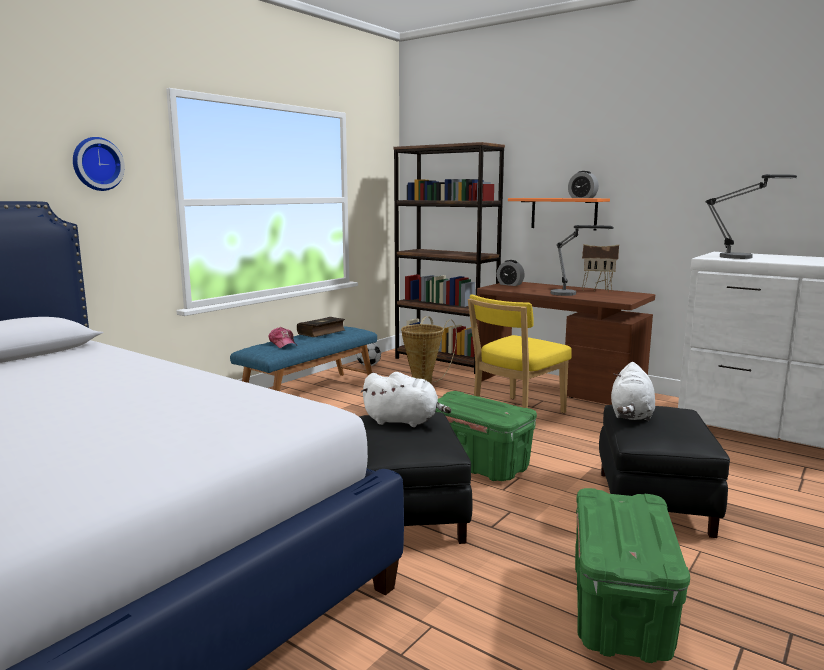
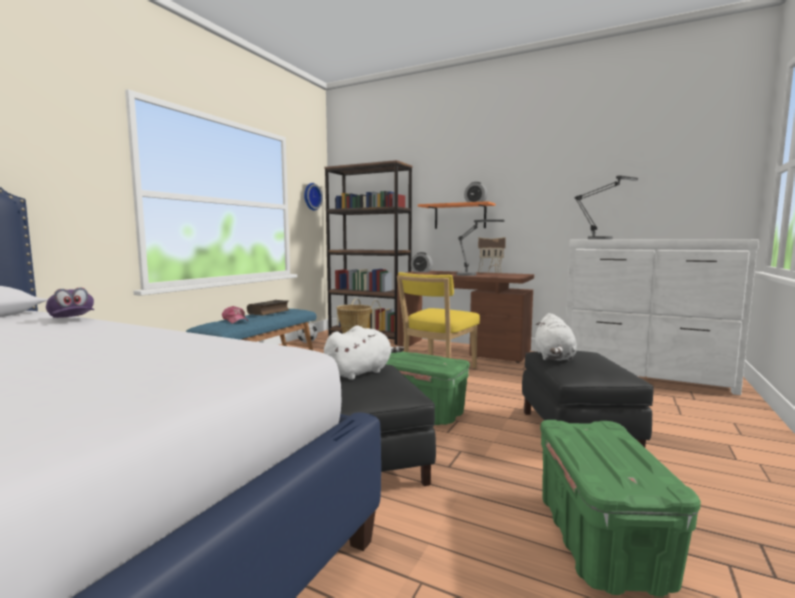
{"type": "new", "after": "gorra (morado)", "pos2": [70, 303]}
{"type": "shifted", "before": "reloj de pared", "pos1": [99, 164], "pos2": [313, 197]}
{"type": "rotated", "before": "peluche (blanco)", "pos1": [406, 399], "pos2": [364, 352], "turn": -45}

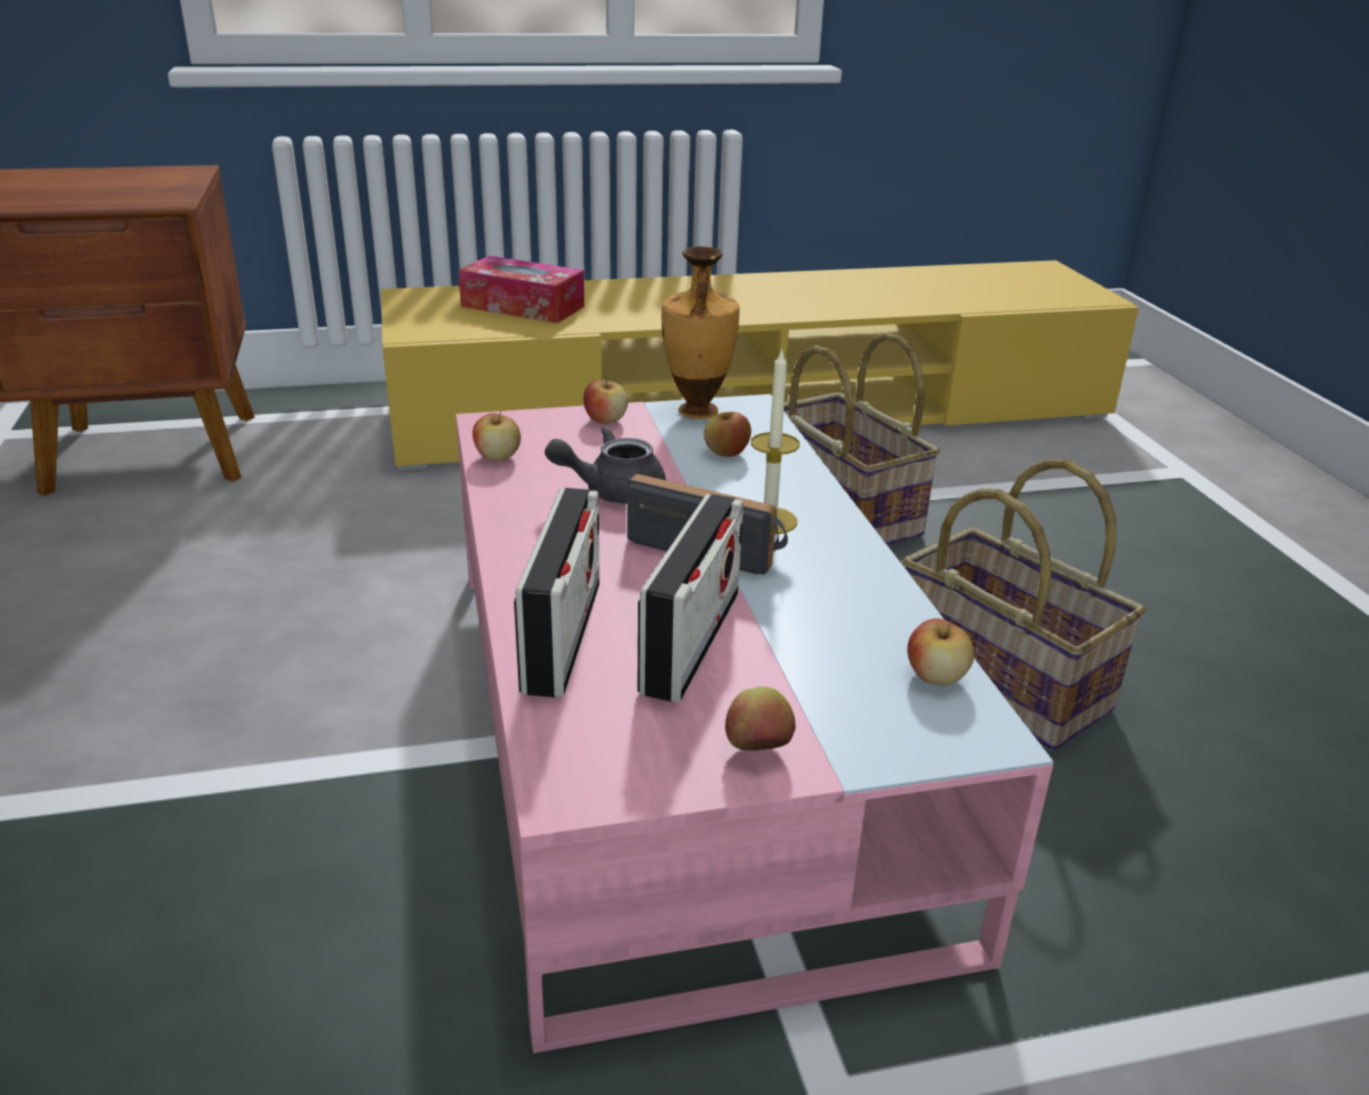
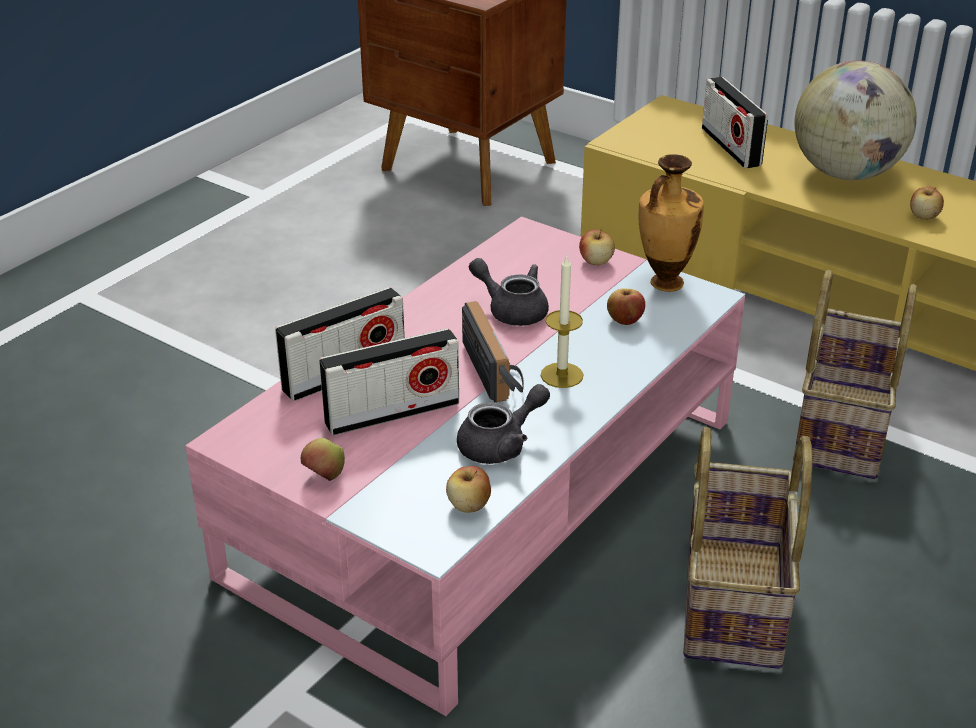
{"type": "new", "after": "tetera (gris)", "pos2": [503, 424]}
{"type": "swapped", "before": "caja de pañuelos", "after": "radio", "pos1": [521, 289], "pos2": [735, 122]}
{"type": "new", "after": "globo terráqueo", "pos2": [855, 120]}
{"type": "shifted", "before": "manzana", "pos1": [497, 436], "pos2": [927, 203]}

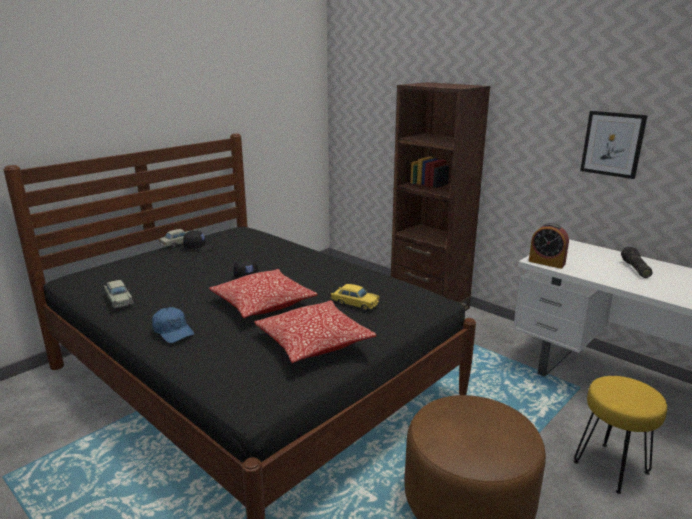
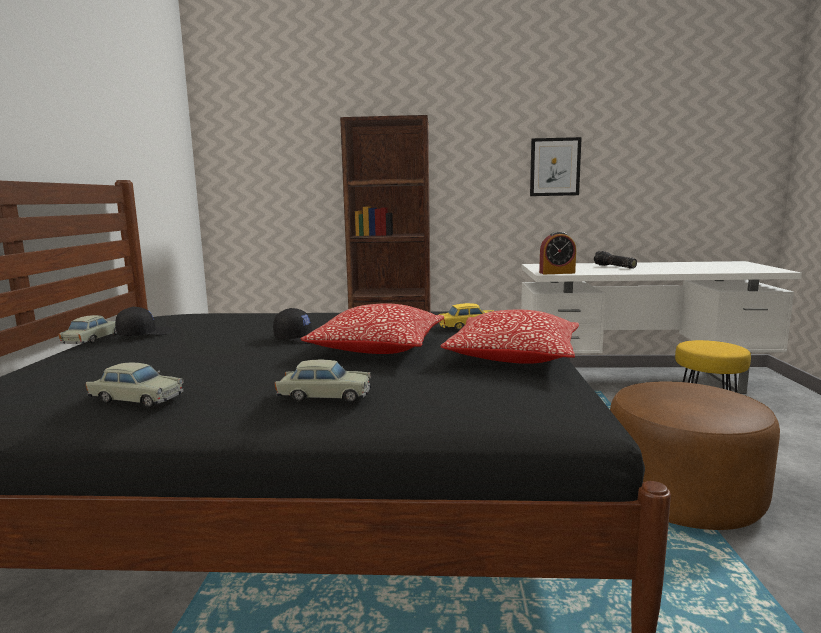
{"type": "swapped", "before": "gorra (azul)", "after": "coche de juguete (beis)", "pos1": [173, 325], "pos2": [323, 381]}

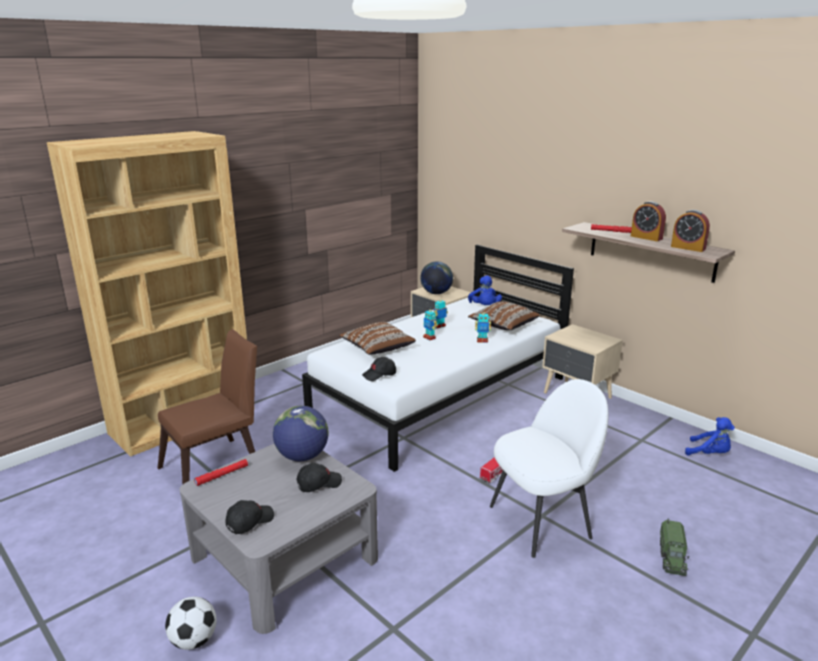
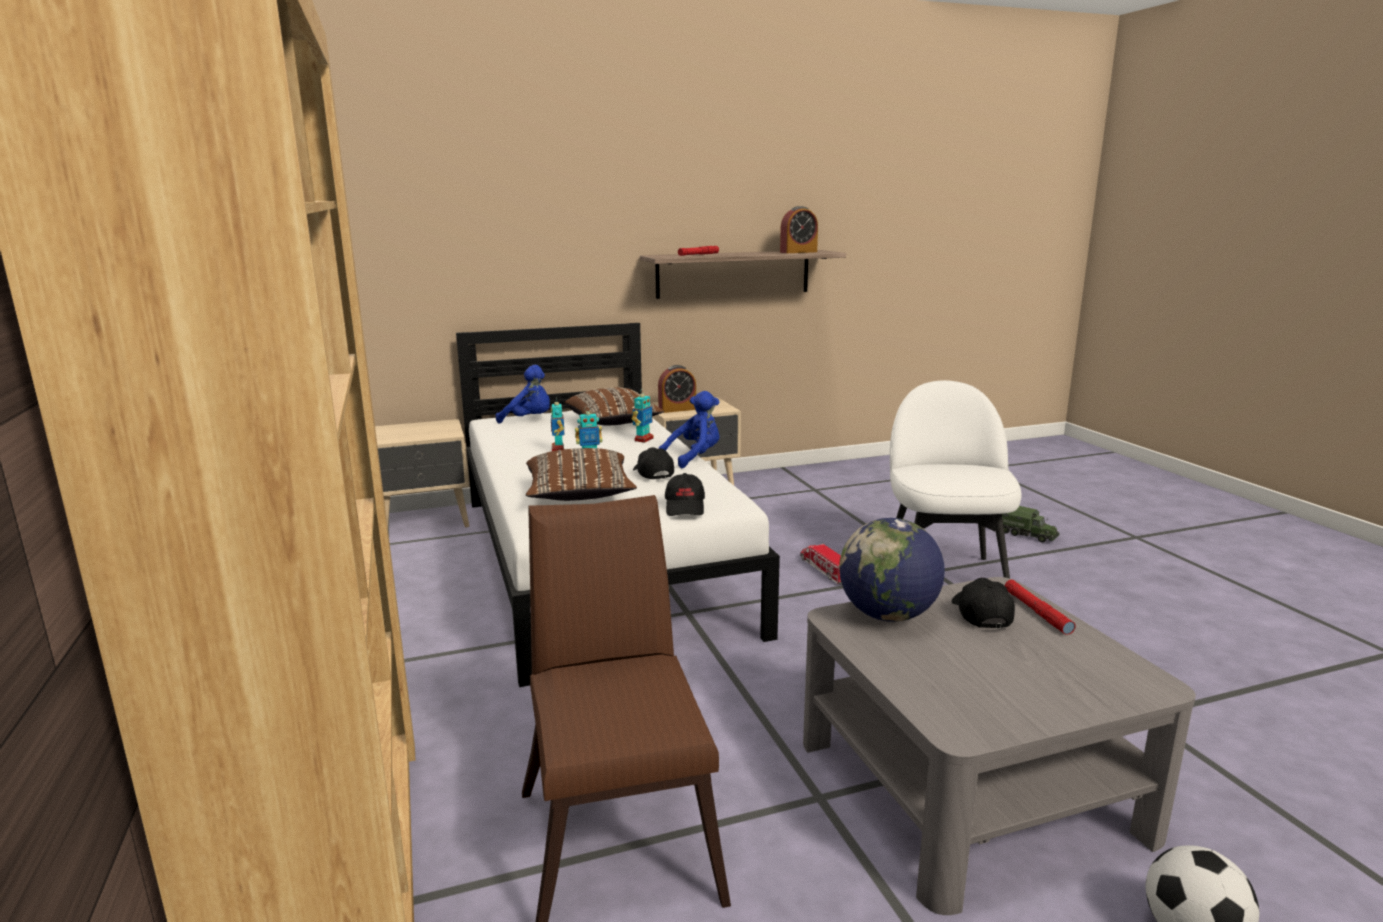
{"type": "shifted", "before": "gorra (negro)", "pos1": [249, 517], "pos2": [653, 463]}
{"type": "shifted", "before": "despertador", "pos1": [648, 221], "pos2": [677, 389]}
{"type": "shifted", "before": "peluche (azul)", "pos1": [710, 436], "pos2": [688, 429]}
{"type": "shifted", "before": "linterna (rojo)", "pos1": [221, 472], "pos2": [1040, 607]}
{"type": "gone", "before": "globo terráqueo", "pos1": [436, 278]}

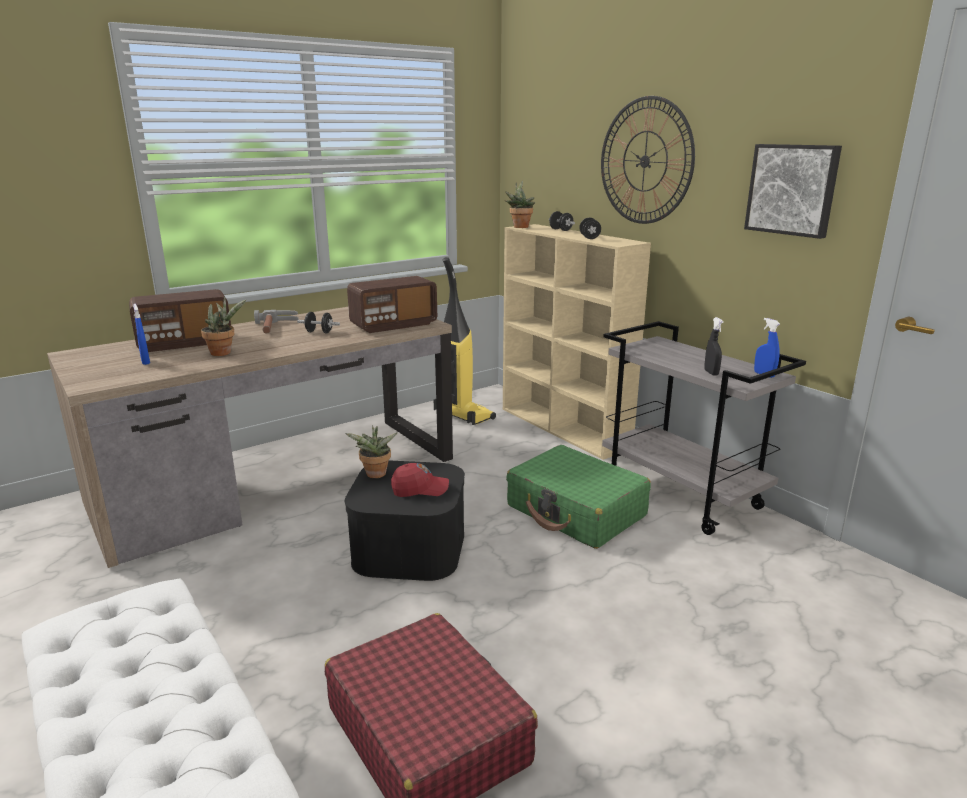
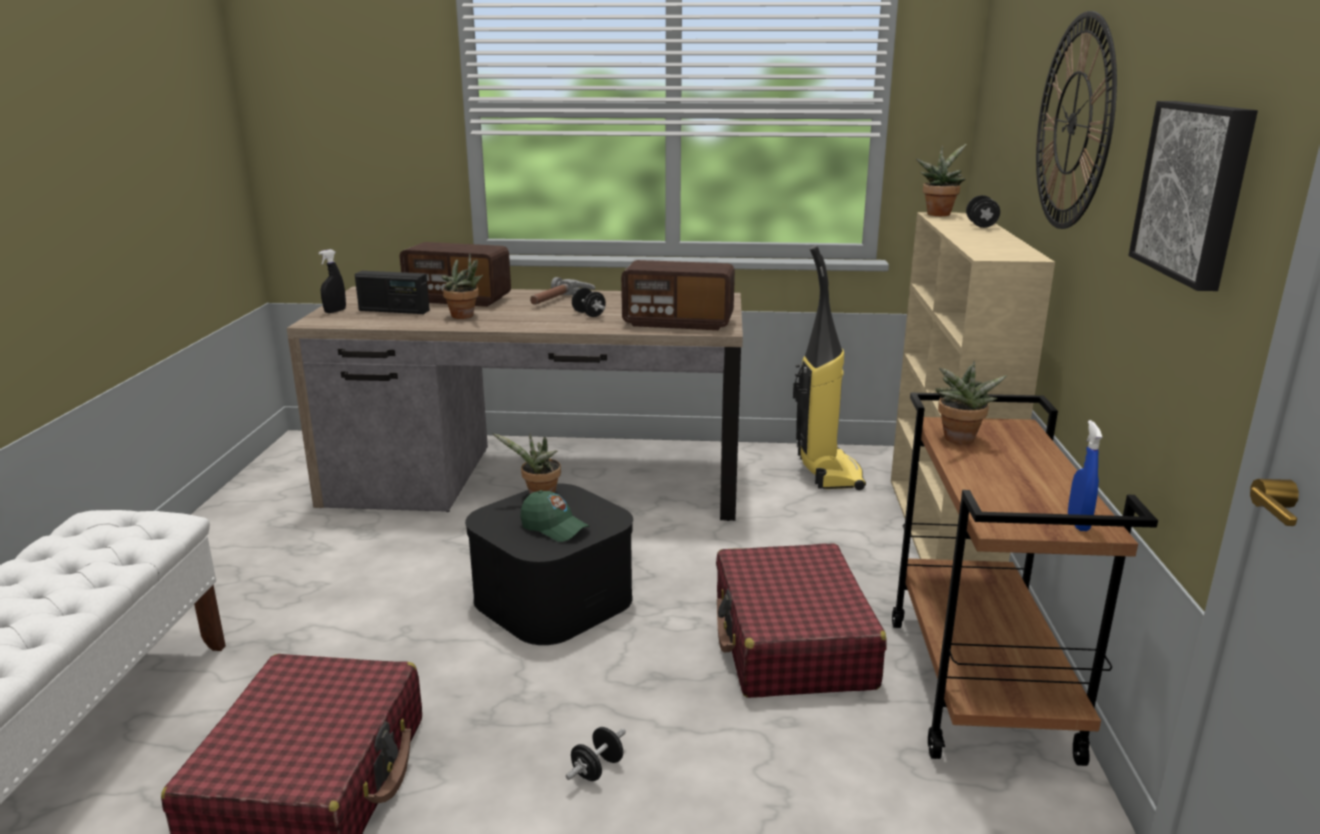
{"type": "shifted", "before": "pulverizador (negro)", "pos1": [714, 346], "pos2": [332, 281]}
{"type": "swapped", "before": "pulverizador (azul)", "after": "radio", "pos1": [141, 334], "pos2": [392, 292]}
{"type": "repainted", "before": "gorra (rojo)", "after": "gorra (verde)", "pos1": [420, 480], "pos2": [555, 516]}
{"type": "shifted", "before": "mancuerna (negro)", "pos1": [590, 228], "pos2": [596, 754]}
{"type": "repainted", "before": "maleta (verde)", "after": "maleta (rojo)", "pos1": [578, 497], "pos2": [801, 620]}
{"type": "repainted", "before": "carrito (gris)", "after": "carrito (marrón)", "pos1": [704, 428], "pos2": [1025, 579]}
{"type": "new", "after": "planta en maceta", "pos2": [971, 402]}

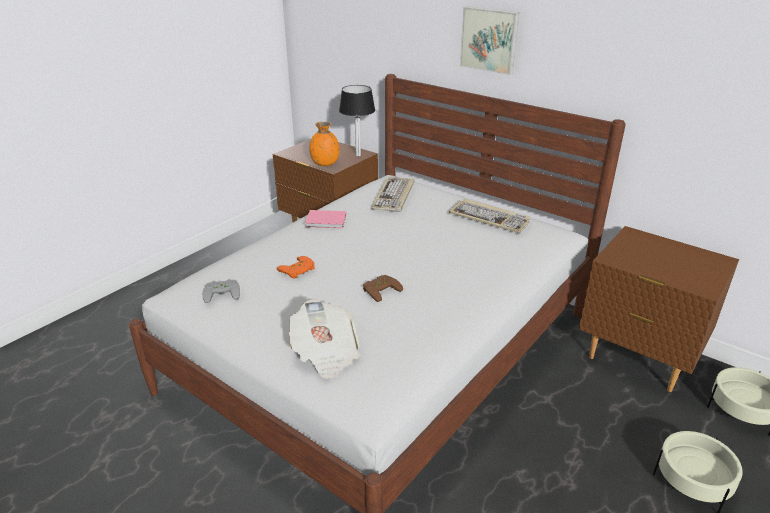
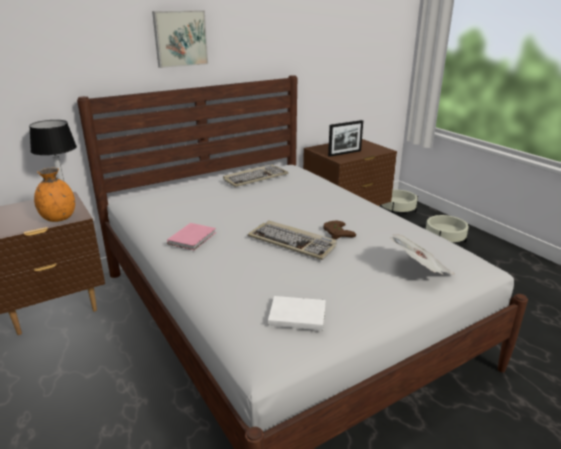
{"type": "shifted", "before": "teclado", "pos1": [393, 194], "pos2": [292, 240]}
{"type": "swapped", "before": "mando de consola (gris)", "after": "libro (blanco)", "pos1": [221, 291], "pos2": [297, 313]}
{"type": "new", "after": "portarretratos", "pos2": [345, 138]}
{"type": "gone", "before": "mando de consola (naranja)", "pos1": [296, 267]}

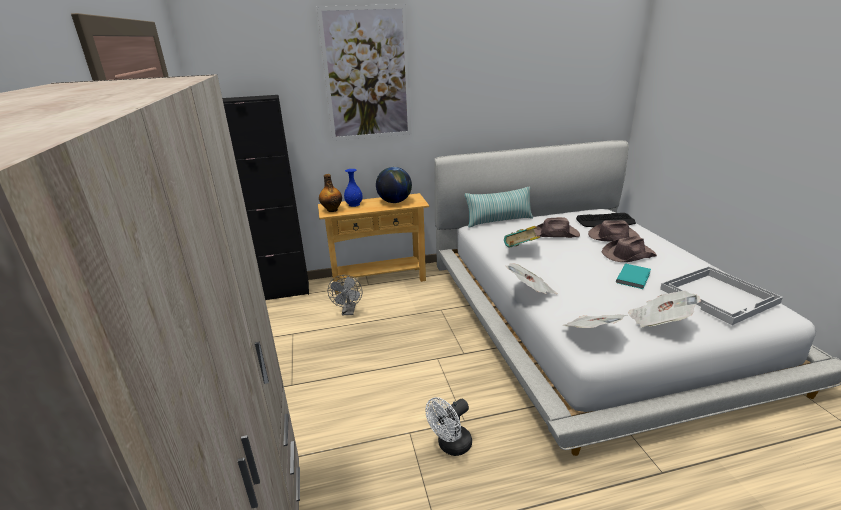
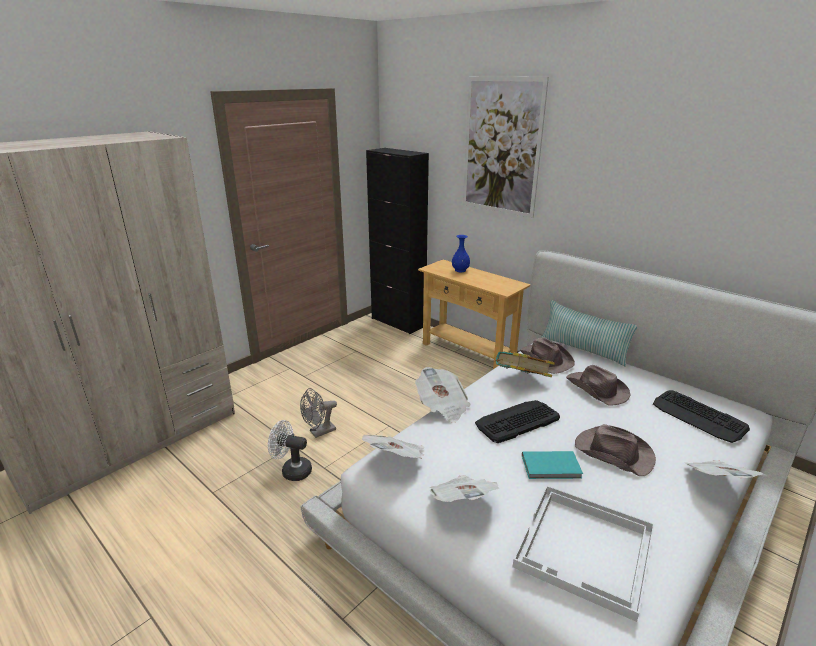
{"type": "shifted", "before": "ventilador (gris)", "pos1": [345, 295], "pos2": [318, 413]}
{"type": "new", "after": "teclado", "pos2": [517, 421]}
{"type": "shifted", "before": "sombrero (marrón)", "pos1": [614, 231], "pos2": [547, 355]}
{"type": "new", "after": "periódico", "pos2": [726, 469]}
{"type": "gone", "before": "botella", "pos1": [330, 193]}
{"type": "gone", "before": "globo terráqueo", "pos1": [394, 185]}

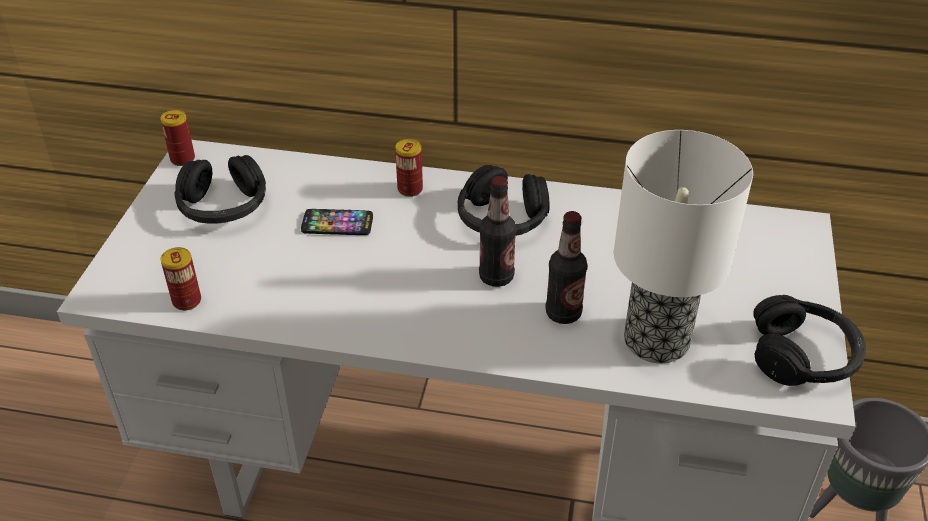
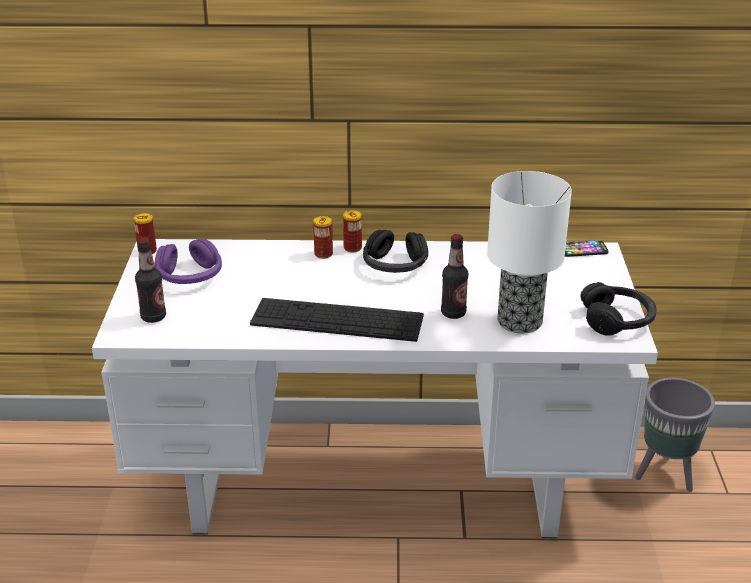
{"type": "shifted", "before": "botella", "pos1": [497, 231], "pos2": [150, 280]}
{"type": "repainted", "before": "auriculares (negro)", "after": "auriculares (morado)", "pos1": [220, 189], "pos2": [188, 261]}
{"type": "new", "after": "teclado", "pos2": [337, 320]}
{"type": "shifted", "before": "lata", "pos1": [181, 279], "pos2": [352, 231]}
{"type": "shifted", "before": "móvil", "pos1": [337, 222], "pos2": [587, 248]}

